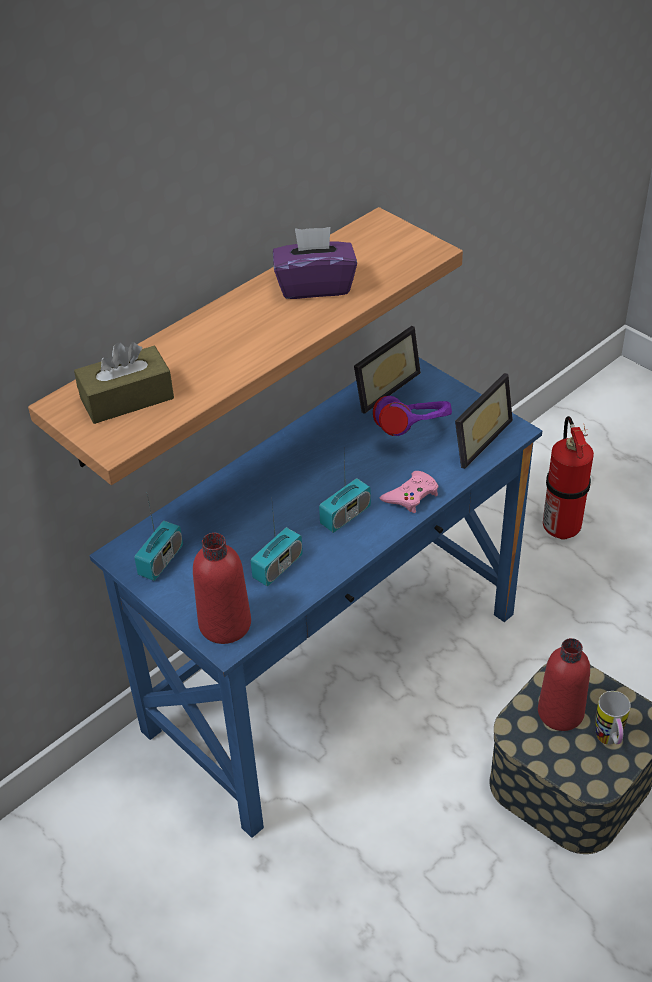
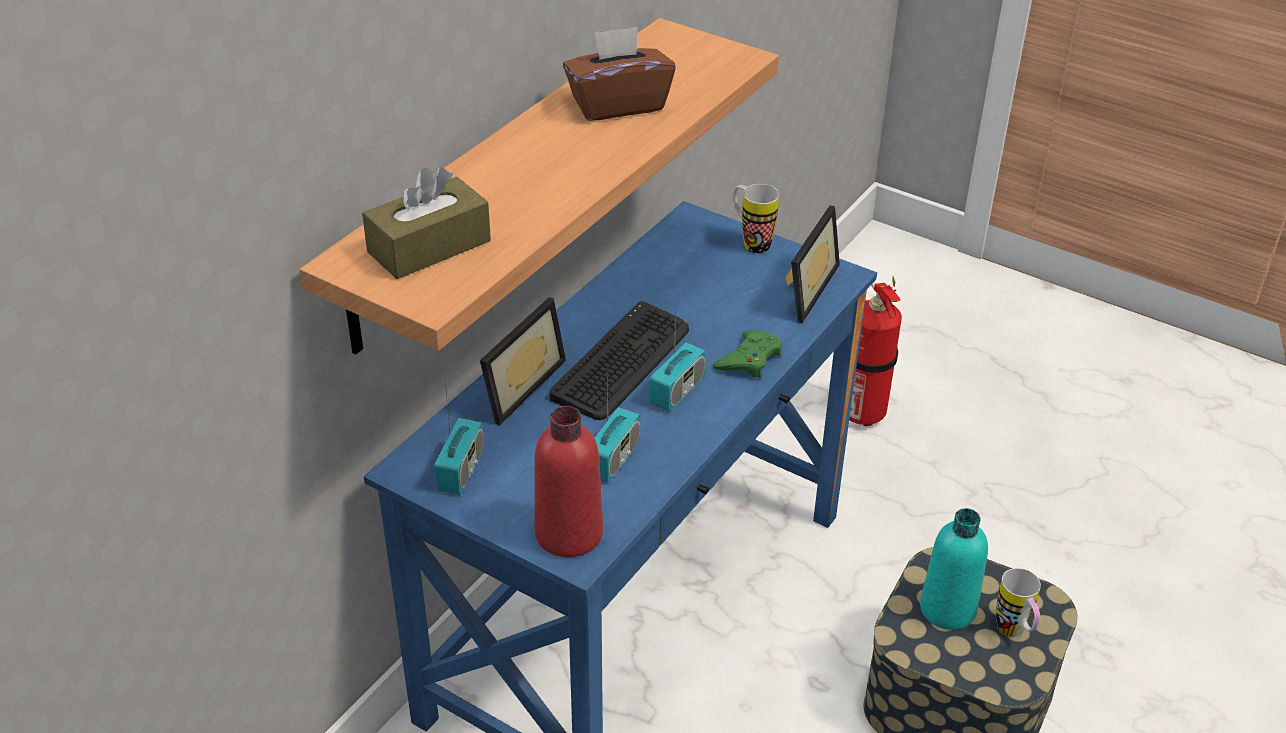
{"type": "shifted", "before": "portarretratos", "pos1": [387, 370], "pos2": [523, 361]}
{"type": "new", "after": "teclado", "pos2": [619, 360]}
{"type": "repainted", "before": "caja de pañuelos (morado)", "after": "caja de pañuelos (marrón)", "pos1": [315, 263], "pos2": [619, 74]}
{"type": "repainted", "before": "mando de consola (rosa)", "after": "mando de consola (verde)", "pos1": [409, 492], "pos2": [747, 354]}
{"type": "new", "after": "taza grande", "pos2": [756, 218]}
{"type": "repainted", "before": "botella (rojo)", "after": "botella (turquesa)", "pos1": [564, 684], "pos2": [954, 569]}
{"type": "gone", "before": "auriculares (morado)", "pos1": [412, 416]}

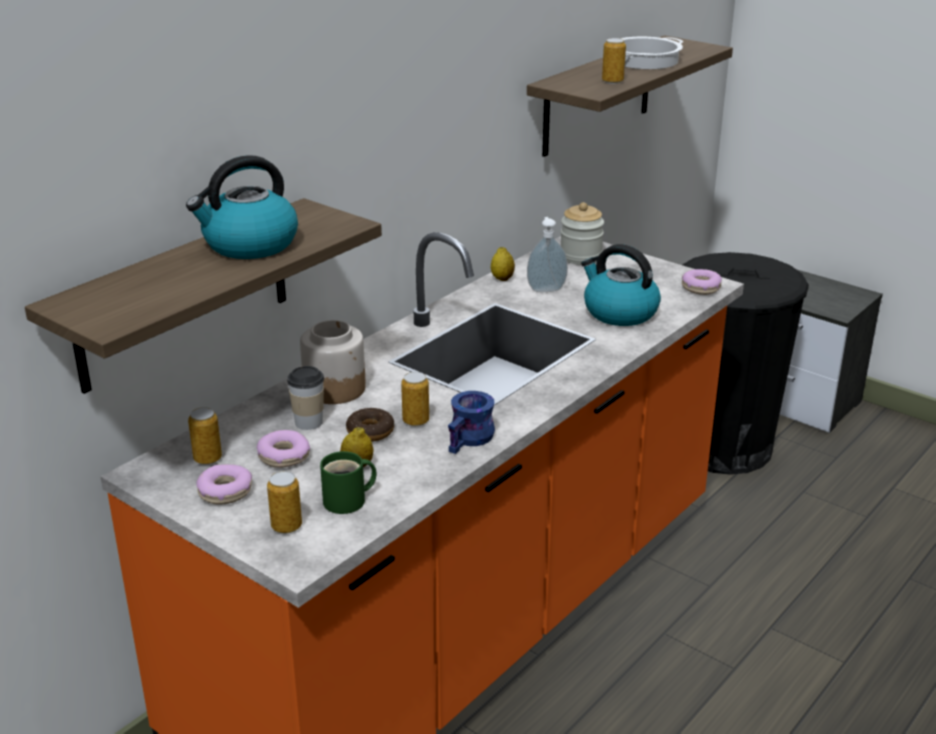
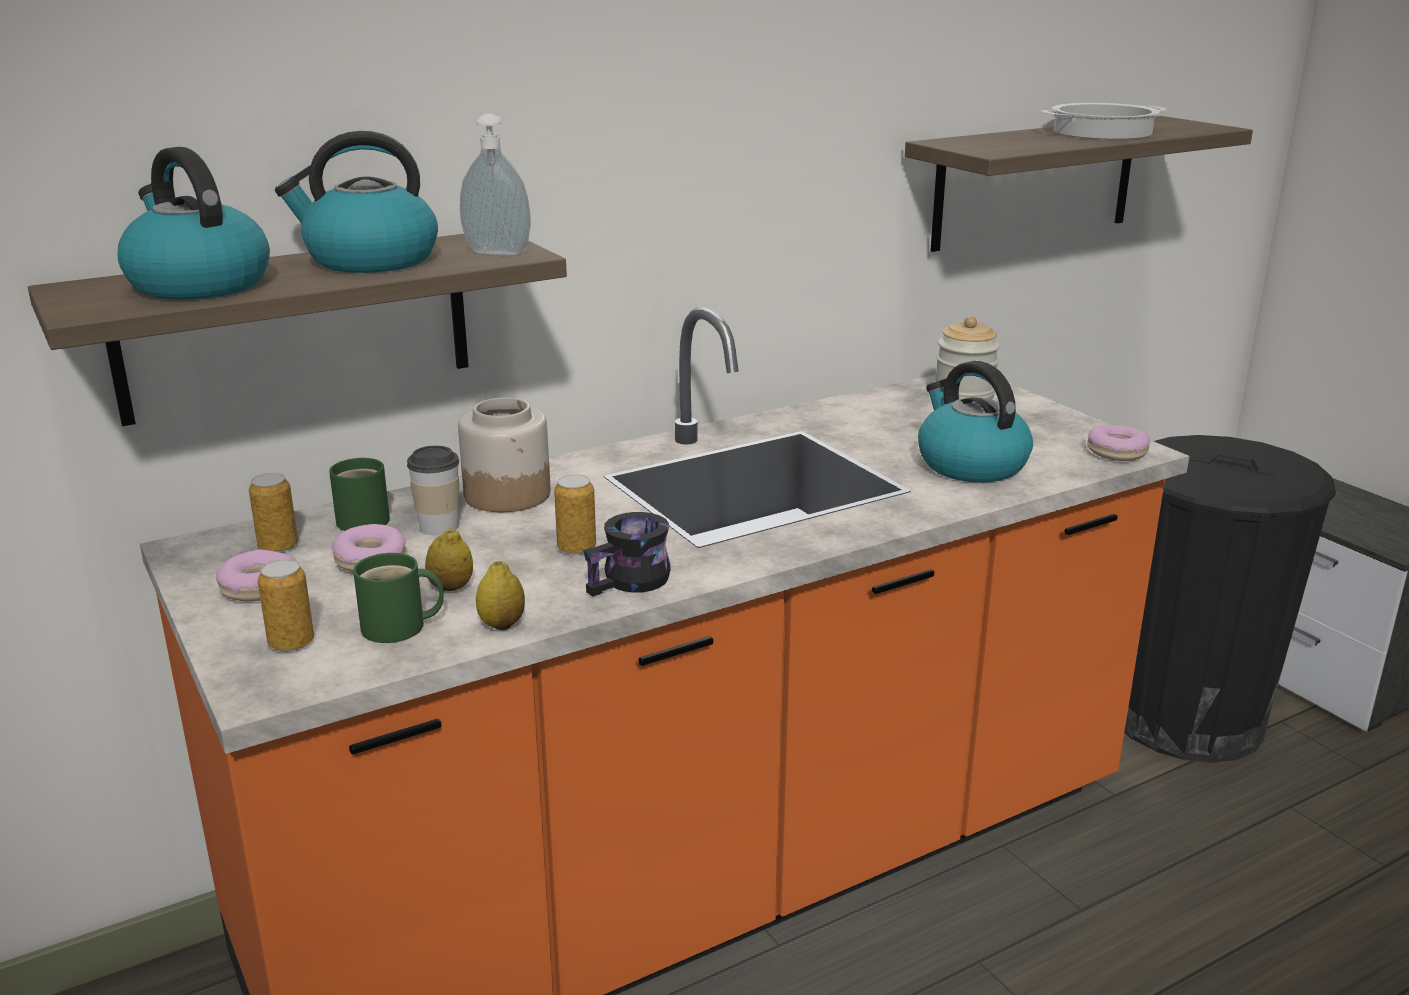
{"type": "new", "after": "hervidor", "pos2": [194, 223]}
{"type": "new", "after": "taza grande (verde)", "pos2": [359, 494]}
{"type": "shifted", "before": "dispensador de jabón", "pos1": [547, 254], "pos2": [495, 185]}
{"type": "shifted", "before": "limón", "pos1": [503, 264], "pos2": [500, 595]}
{"type": "repainted", "before": "taza grande (azul)", "after": "taza grande (negro)", "pos1": [471, 422], "pos2": [627, 554]}
{"type": "gone", "before": "rosquilla", "pos1": [370, 425]}
{"type": "gone", "before": "lata", "pos1": [614, 61]}

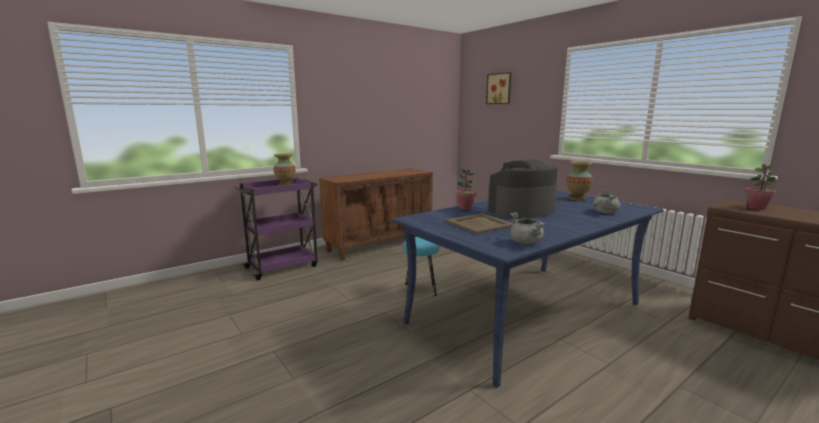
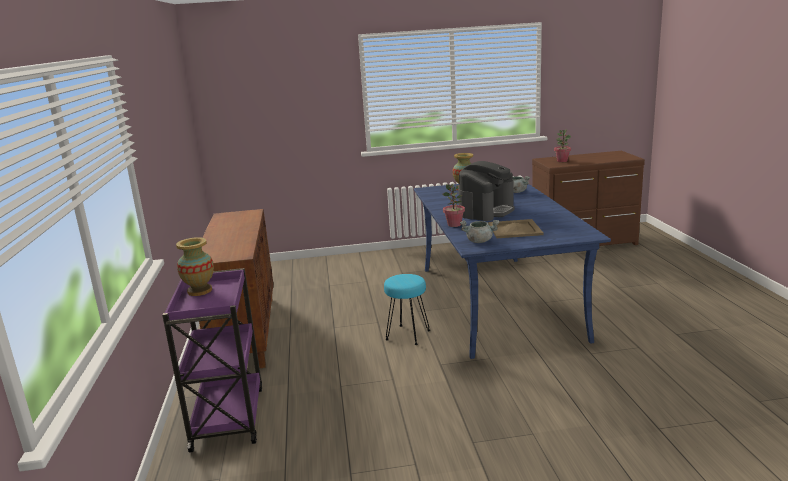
{"type": "rotated", "before": "cafetera", "pos1": [523, 189], "pos2": [486, 191], "turn": -150}
{"type": "shifted", "before": "olla (gris)", "pos1": [527, 228], "pos2": [479, 231]}
{"type": "gone", "before": "cuadro", "pos1": [498, 88]}

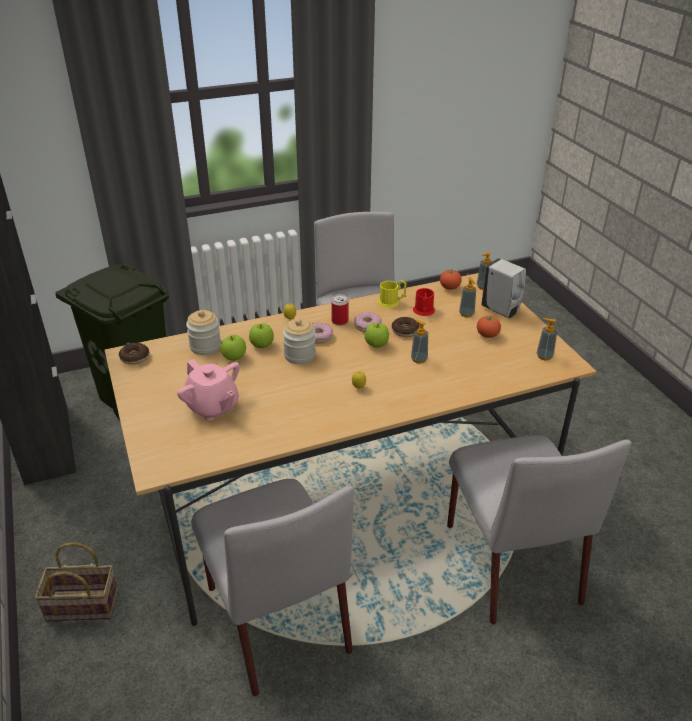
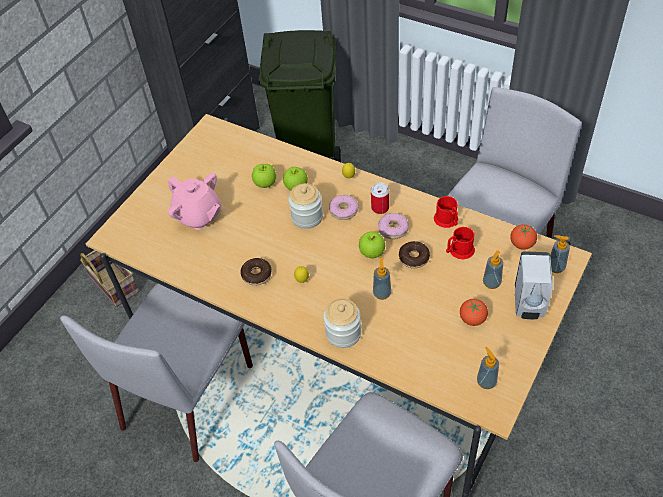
{"type": "rotated", "before": "tetera (rosa)", "pos1": [208, 390], "pos2": [194, 201], "turn": -60}
{"type": "shifted", "before": "rosquilla", "pos1": [134, 354], "pos2": [256, 271]}
{"type": "shifted", "before": "tarro", "pos1": [203, 332], "pos2": [342, 323]}
{"type": "repainted", "before": "taza grande (amarillo)", "after": "taza grande (rojo)", "pos1": [392, 294], "pos2": [446, 212]}

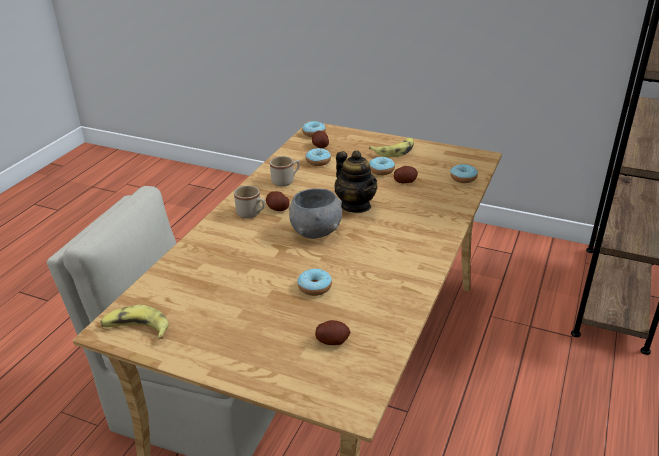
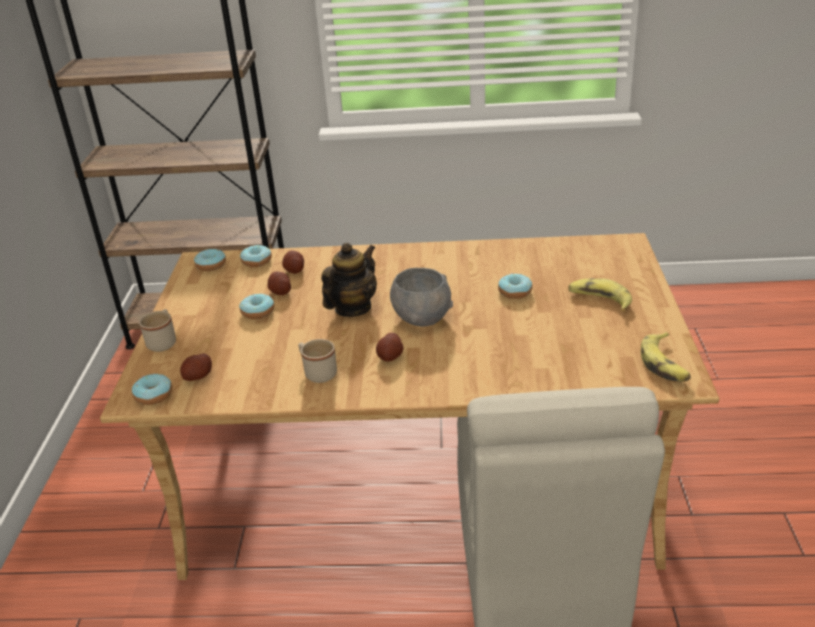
{"type": "shifted", "before": "taza grande (beis)", "pos1": [249, 202], "pos2": [157, 330]}
{"type": "shifted", "before": "rosquilla", "pos1": [318, 157], "pos2": [210, 260]}
{"type": "shifted", "before": "patata", "pos1": [332, 332], "pos2": [293, 262]}
{"type": "shifted", "before": "plátano", "pos1": [391, 147], "pos2": [600, 294]}

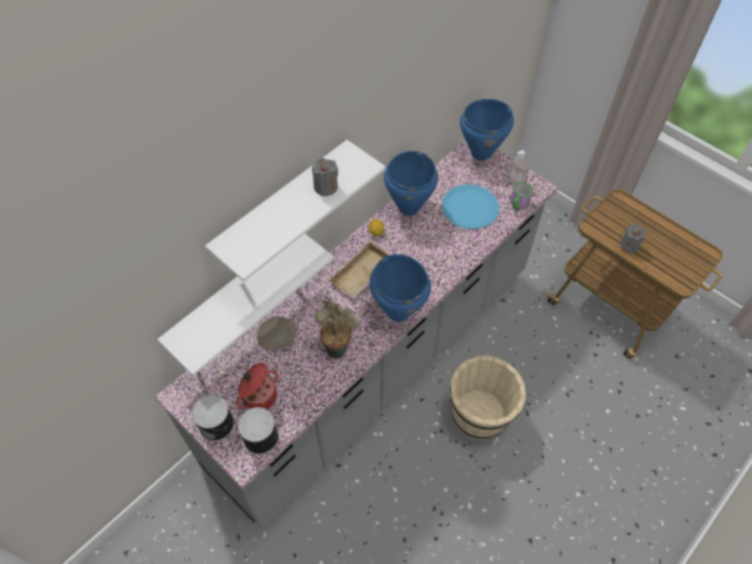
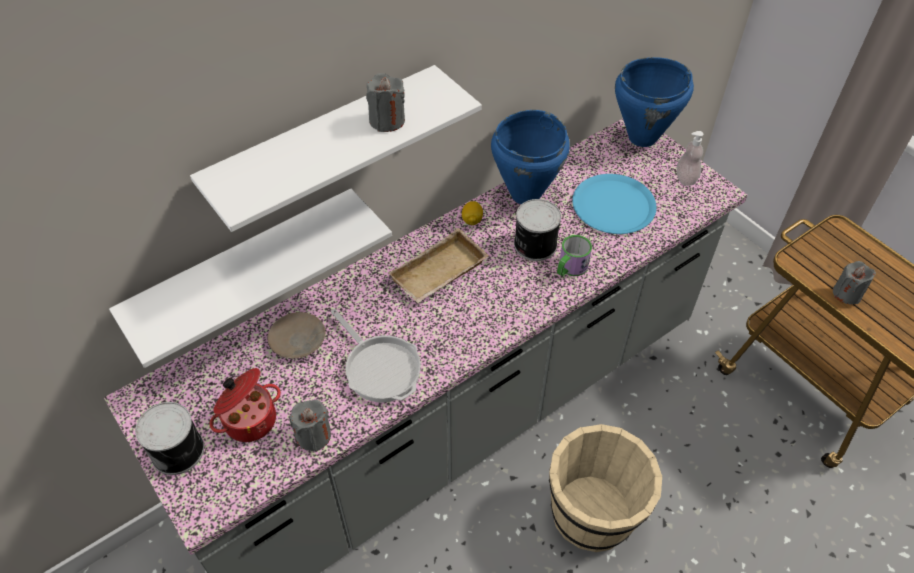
{"type": "new", "after": "vela (gris)", "pos2": [310, 426]}
{"type": "swapped", "before": "planta en maceta", "after": "sartén", "pos1": [336, 329], "pos2": [376, 356]}
{"type": "shifted", "before": "lata", "pos1": [258, 431], "pos2": [537, 230]}
{"type": "shifted", "before": "taza grande", "pos1": [522, 196], "pos2": [574, 255]}
{"type": "gone", "before": "olla (azul)", "pos1": [400, 288]}

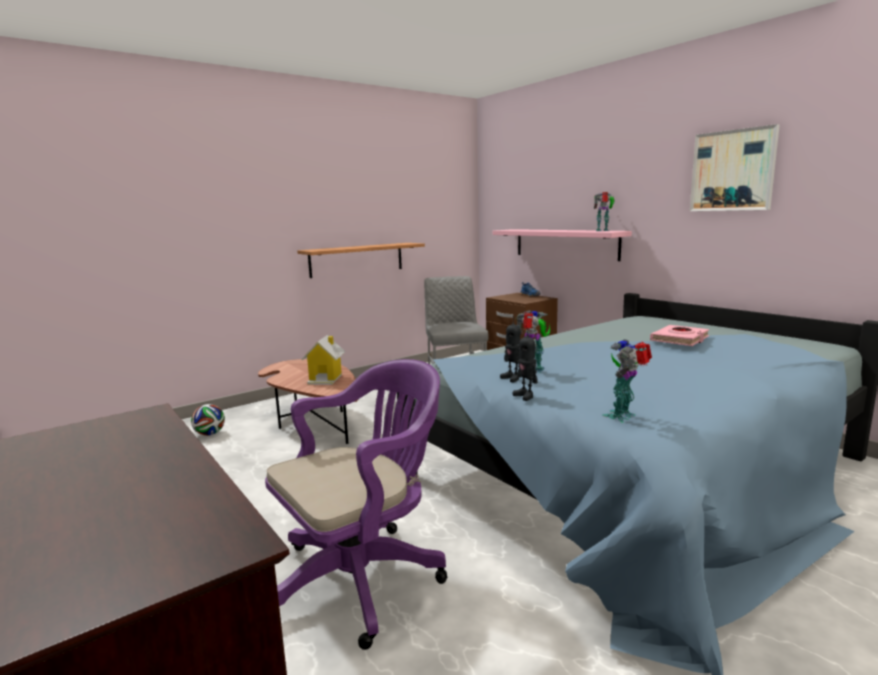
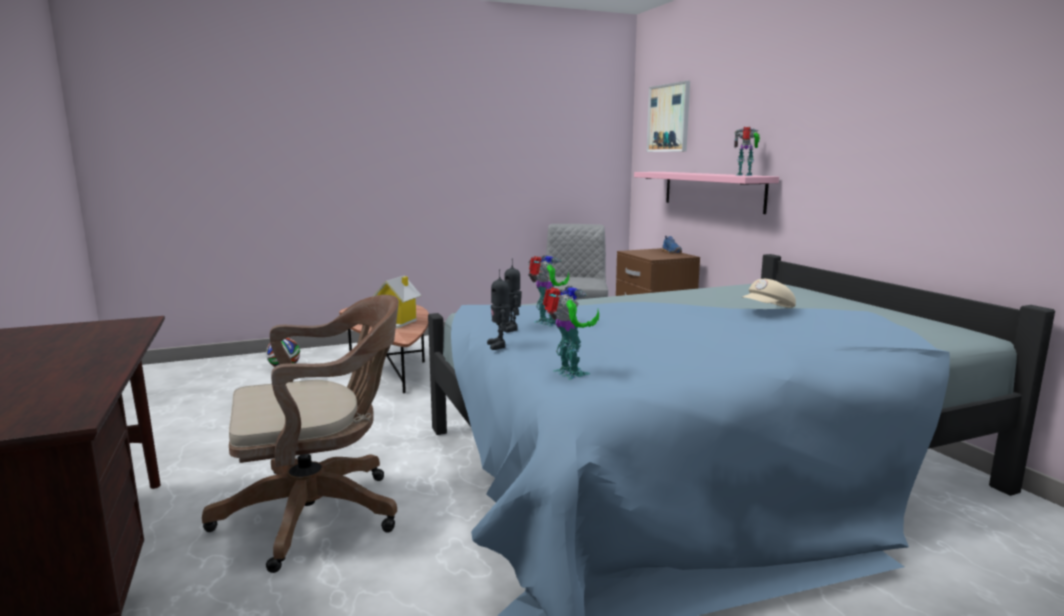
{"type": "repainted", "before": "silla de oficina (morado)", "after": "silla de oficina (marrón)", "pos1": [356, 504], "pos2": [300, 434]}
{"type": "rotated", "before": "robot de juguete", "pos1": [627, 380], "pos2": [571, 333], "turn": 90}
{"type": "shifted", "before": "cuadro", "pos1": [735, 167], "pos2": [668, 116]}
{"type": "swapped", "before": "libro (rosa)", "after": "gorra (beis)", "pos1": [679, 335], "pos2": [769, 293]}
{"type": "gone", "before": "estante", "pos1": [361, 260]}

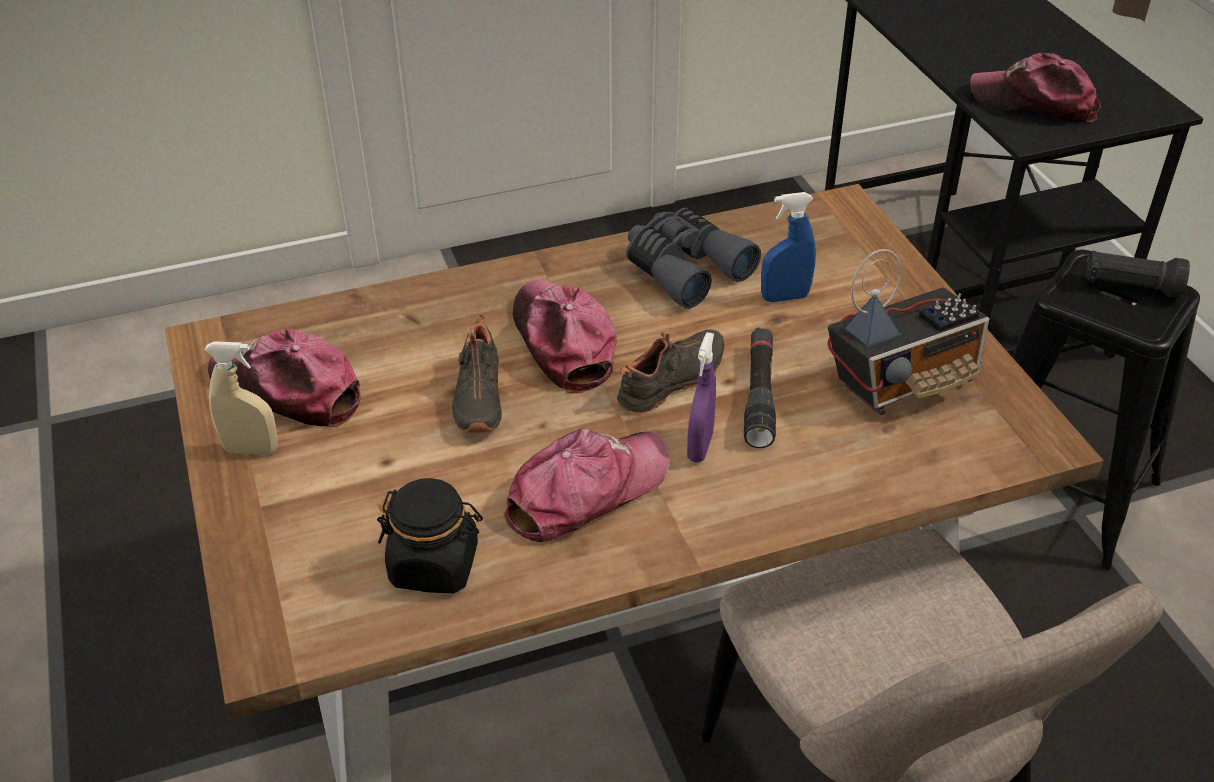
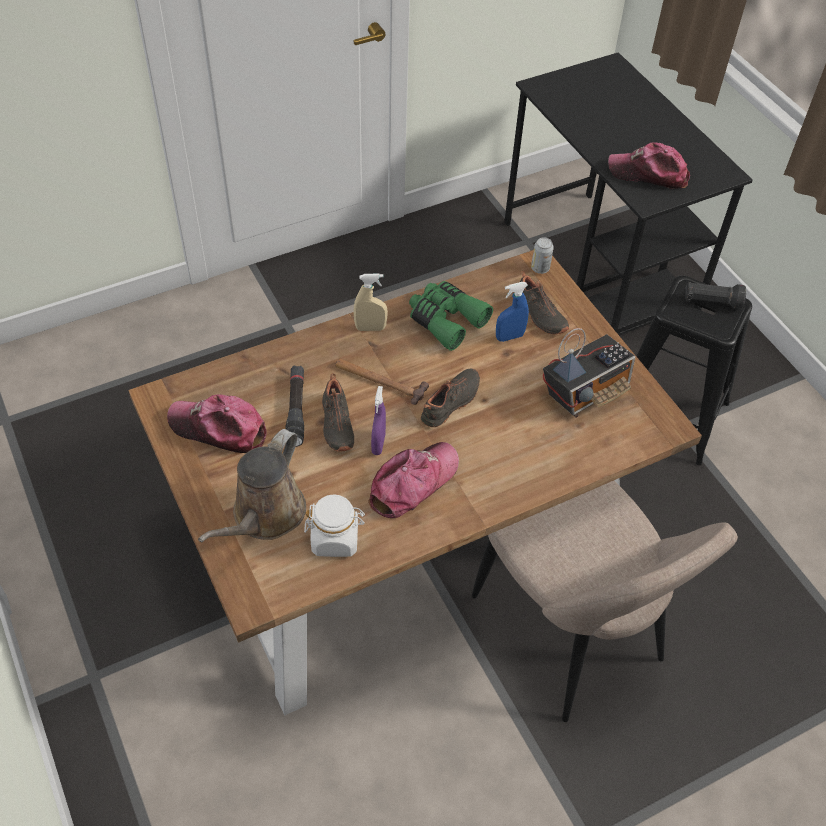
{"type": "new", "after": "regadera (marrón)", "pos2": [252, 485]}
{"type": "shifted", "before": "linterna (negro)", "pos1": [760, 387], "pos2": [294, 406]}
{"type": "repainted", "before": "tarro (negro)", "after": "tarro (blanco)", "pos1": [430, 536], "pos2": [334, 525]}
{"type": "swapped", "before": "gorra", "after": "martillo", "pos1": [565, 336], "pos2": [382, 382]}
{"type": "shifted", "before": "pulverizador (beis)", "pos1": [241, 398], "pos2": [371, 302]}
{"type": "shifted", "before": "pulverizador (morado)", "pos1": [701, 397], "pos2": [378, 420]}
{"type": "repainted", "before": "prismáticos (gris)", "after": "prismáticos (verde)", "pos1": [693, 258], "pos2": [451, 316]}
{"type": "new", "after": "zapato (negro)", "pos2": [544, 302]}
{"type": "new", "after": "lata", "pos2": [542, 255]}

